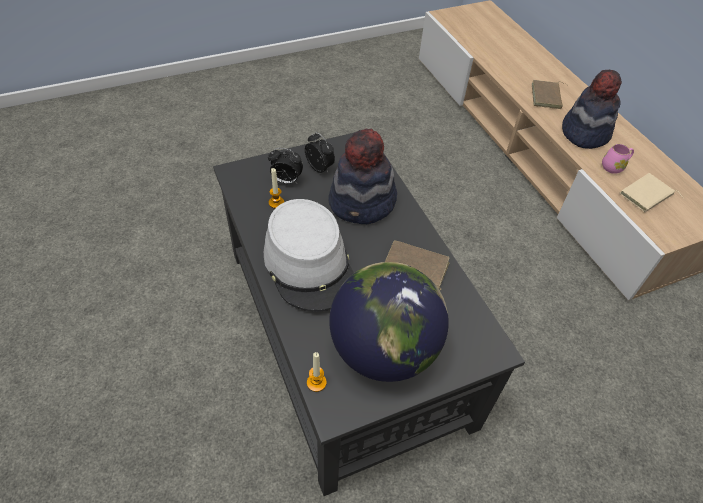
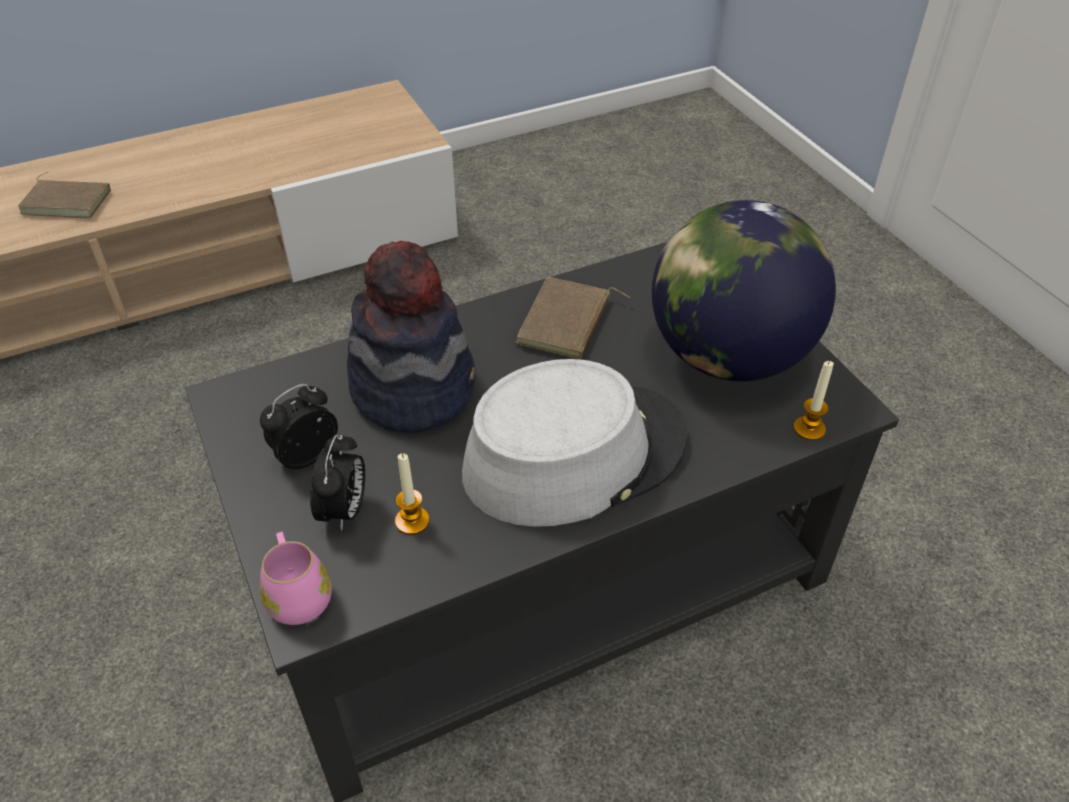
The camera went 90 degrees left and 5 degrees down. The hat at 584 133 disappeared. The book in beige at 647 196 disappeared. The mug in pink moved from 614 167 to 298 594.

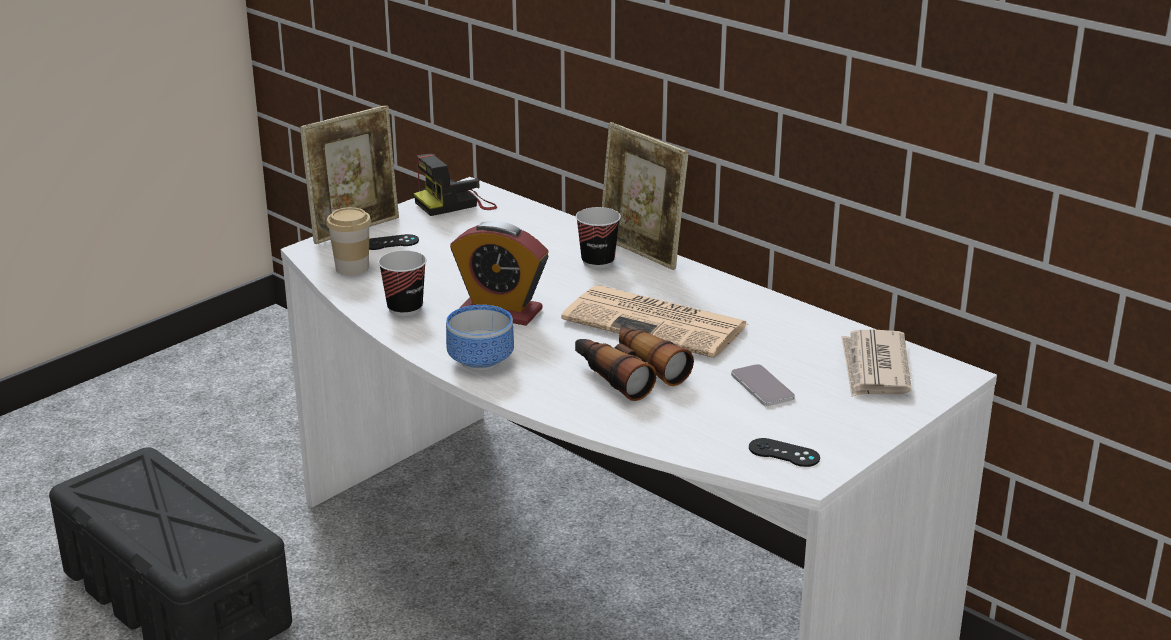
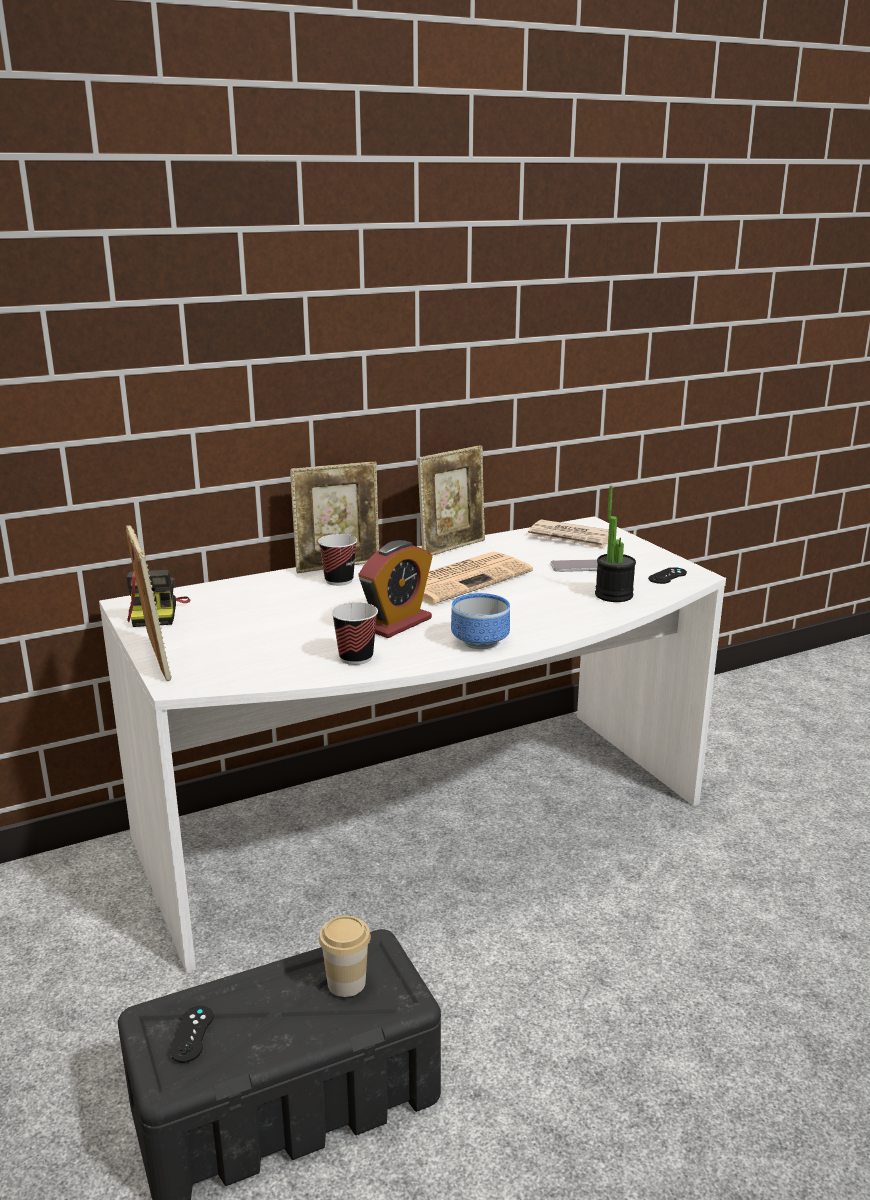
The camera went 70 degrees left and 5 degrees down. The binoculars at 628 373 disappeared. The picture frame at 452 548 appeared. The potted plant at 614 595 appeared. The cup moved from 352 268 to 346 983. The game controller in black moved from 390 243 to 192 1034.

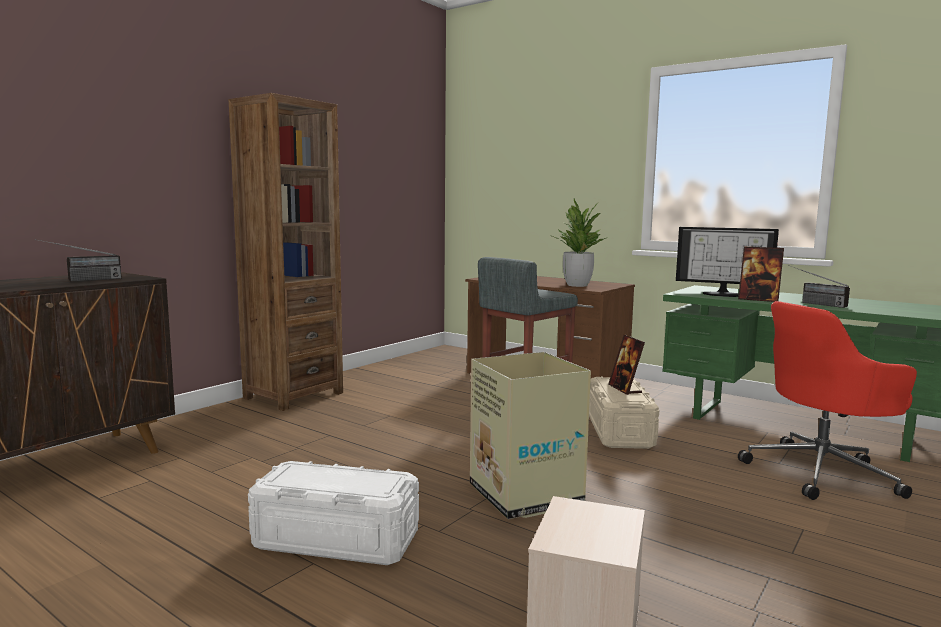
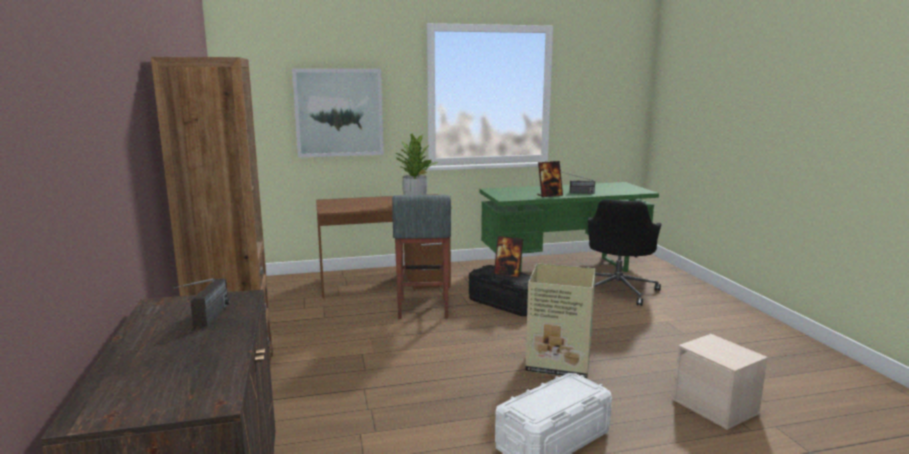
The camera went 50 degrees left and 5 degrees up. The monitor at 723 294 disappeared. The picture at 339 112 appeared. The storage box in beige at 619 430 became the storage box in black at 505 303. The office chair in red at 822 472 became the office chair in black at 618 290.

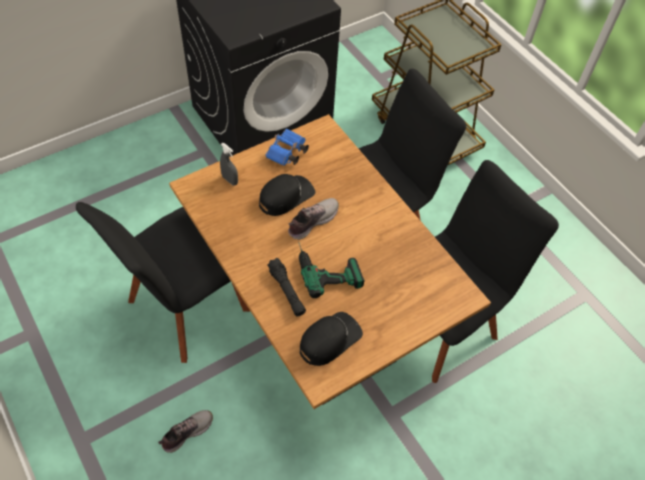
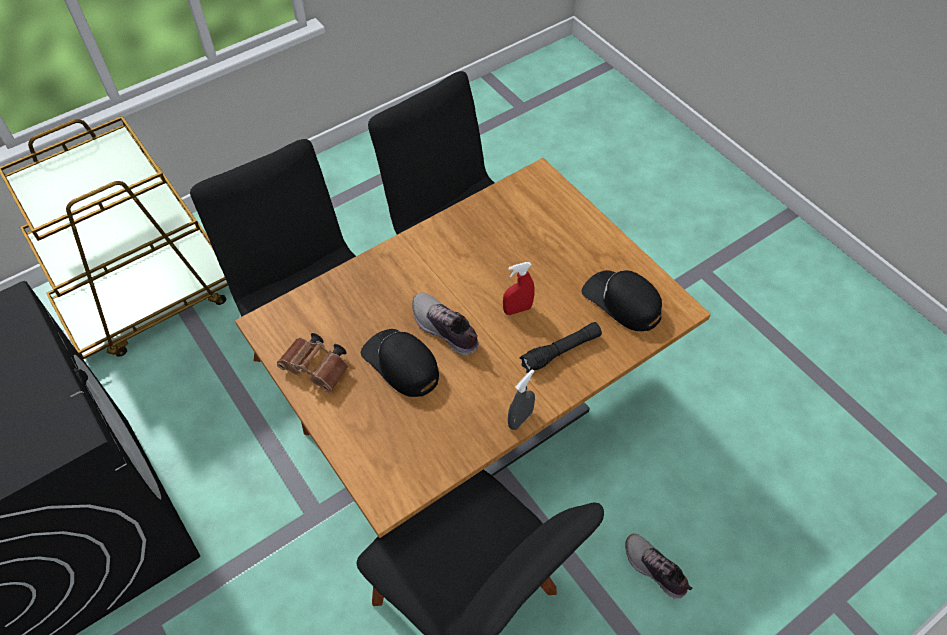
The camera went 90 degrees left and 0 degrees up. The spray bottle in grey moved from 230 180 to 520 419. The power drill at 327 267 was replaced by the spray bottle in red at 517 309. The binoculars in blue at 287 154 became the binoculars in brown at 318 369.

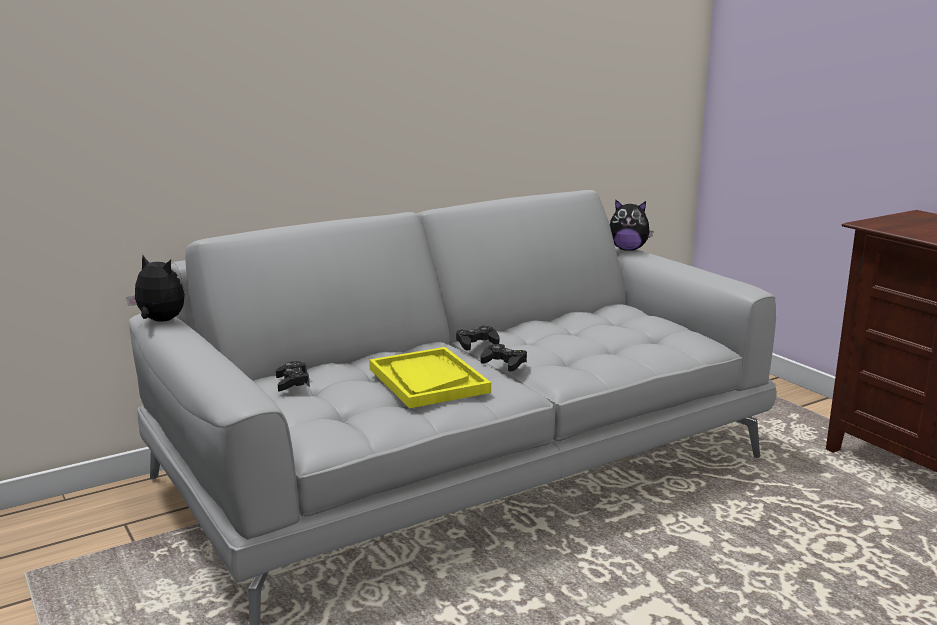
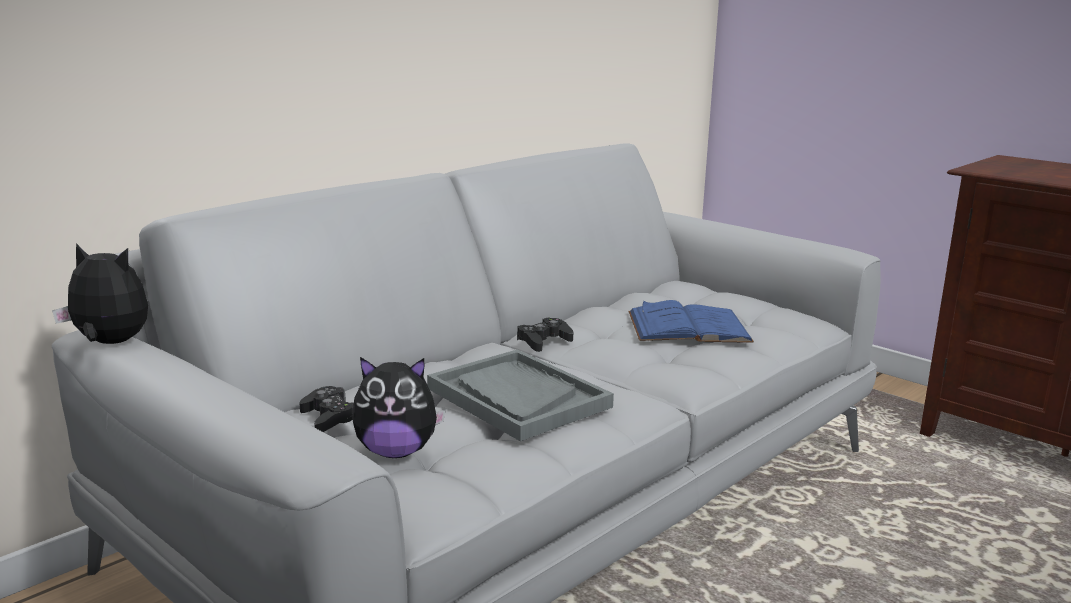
The camera went 15 degrees left and 0 degrees up. The game controller in black at 504 363 disappeared. The book in blue at 688 326 appeared. The plush toy moved from 628 249 to 396 452. The tray in yellow at 428 380 became the tray in grey at 517 398.

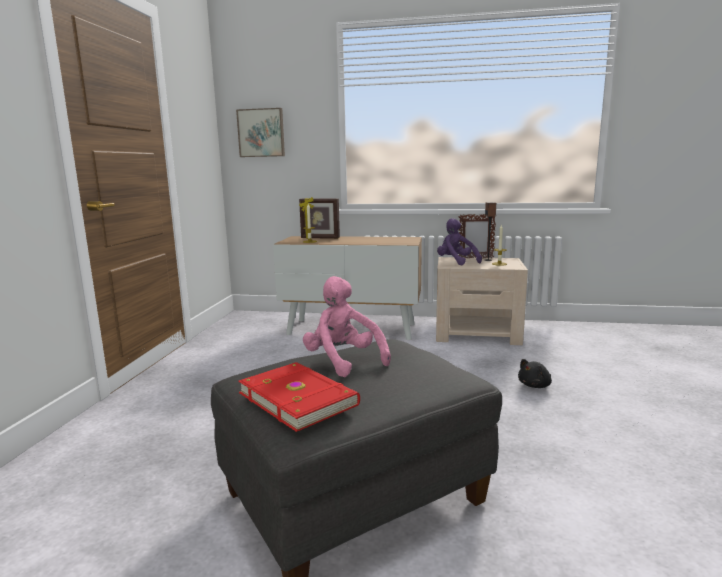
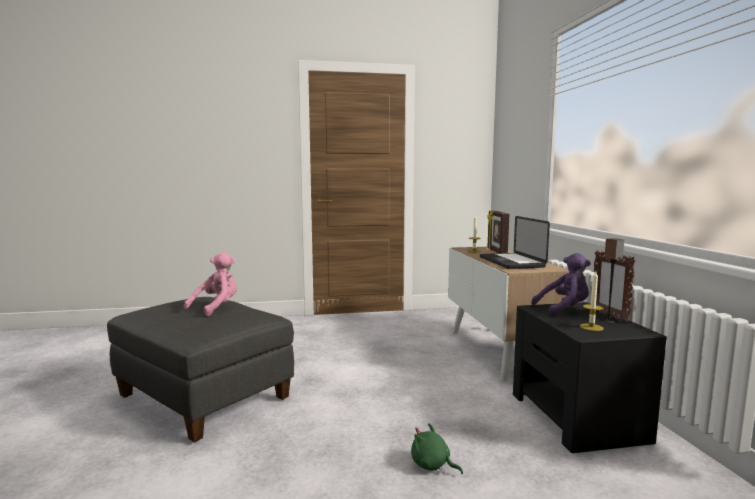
The camera went 70 degrees right and 5 degrees down. The picture at 261 133 disappeared. The book in red at 299 398 disappeared. The laptop at 511 262 appeared. The nightstand in beige at 477 333 became the nightstand in black at 577 417. The plush toy in black at 535 385 became the plush toy in green at 432 465. The plush toy in purple at 456 262 turned 45 degrees clockwise.

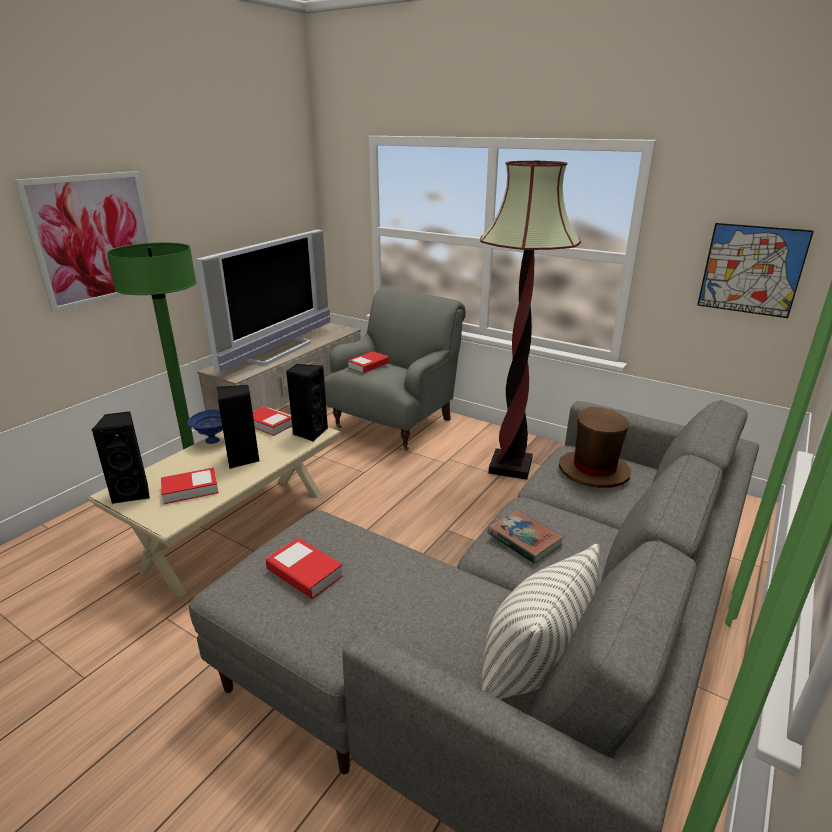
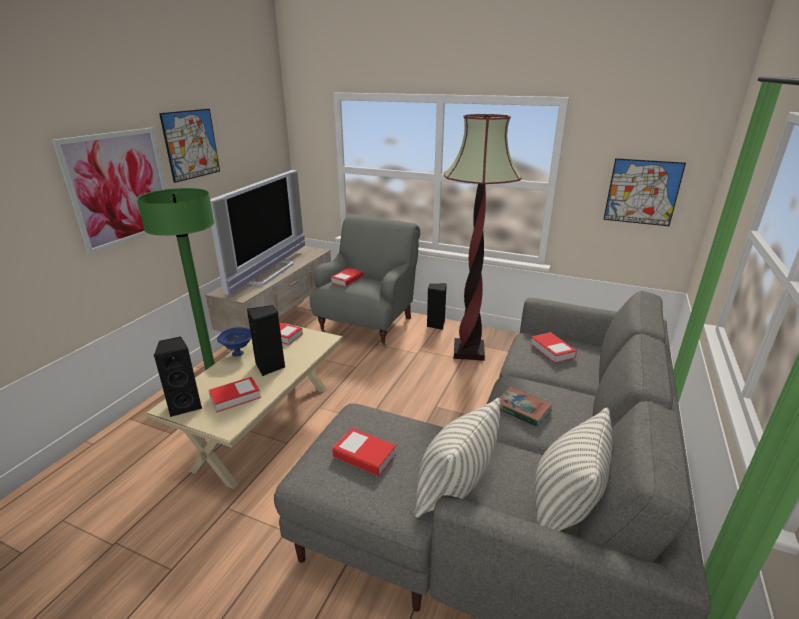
The camera went 10 degrees left and 0 degrees up. The picture at 191 144 appeared. The pillow at 453 490 appeared. The speaker in black moved from 309 432 to 435 324. The hat in brown at 593 471 was replaced by the book at 552 350.

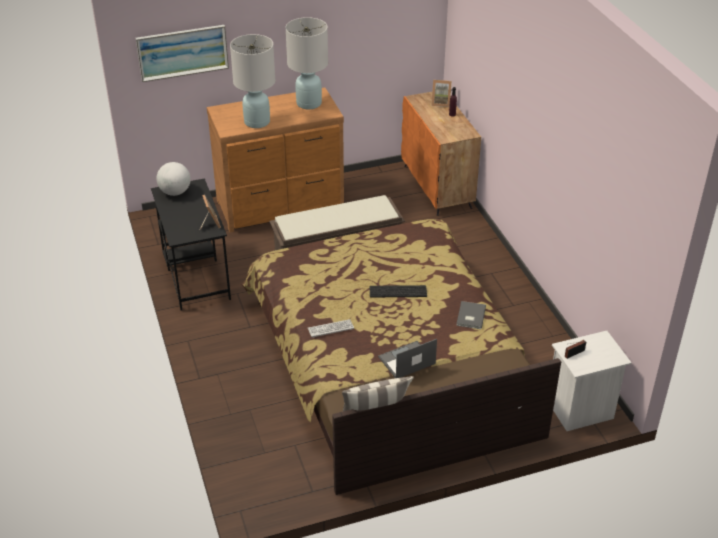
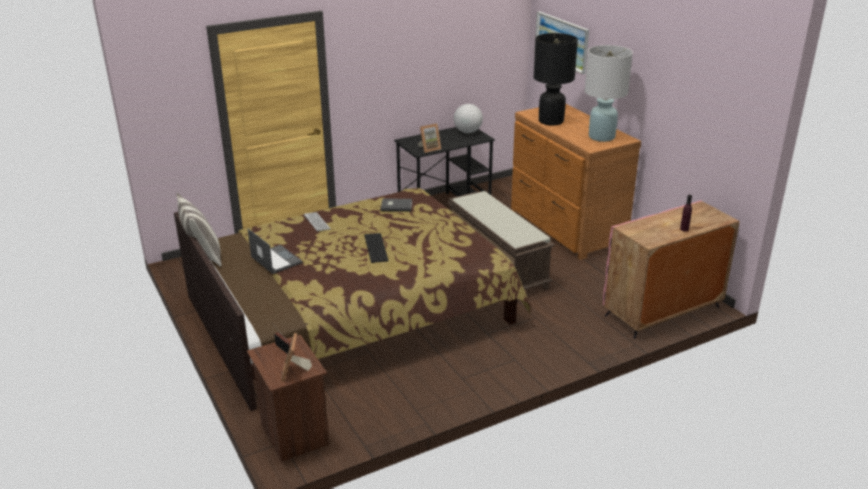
The camera went 80 degrees right and 10 degrees down. The picture frame moved from 441 103 to 294 372. The book in grey moved from 470 316 to 396 206. The table lamp in white at 257 122 became the table lamp in black at 550 121. The cabinet in orange at 437 187 became the cabinet in pink at 662 311. The nightstand in white at 580 411 became the nightstand in brown at 293 435.

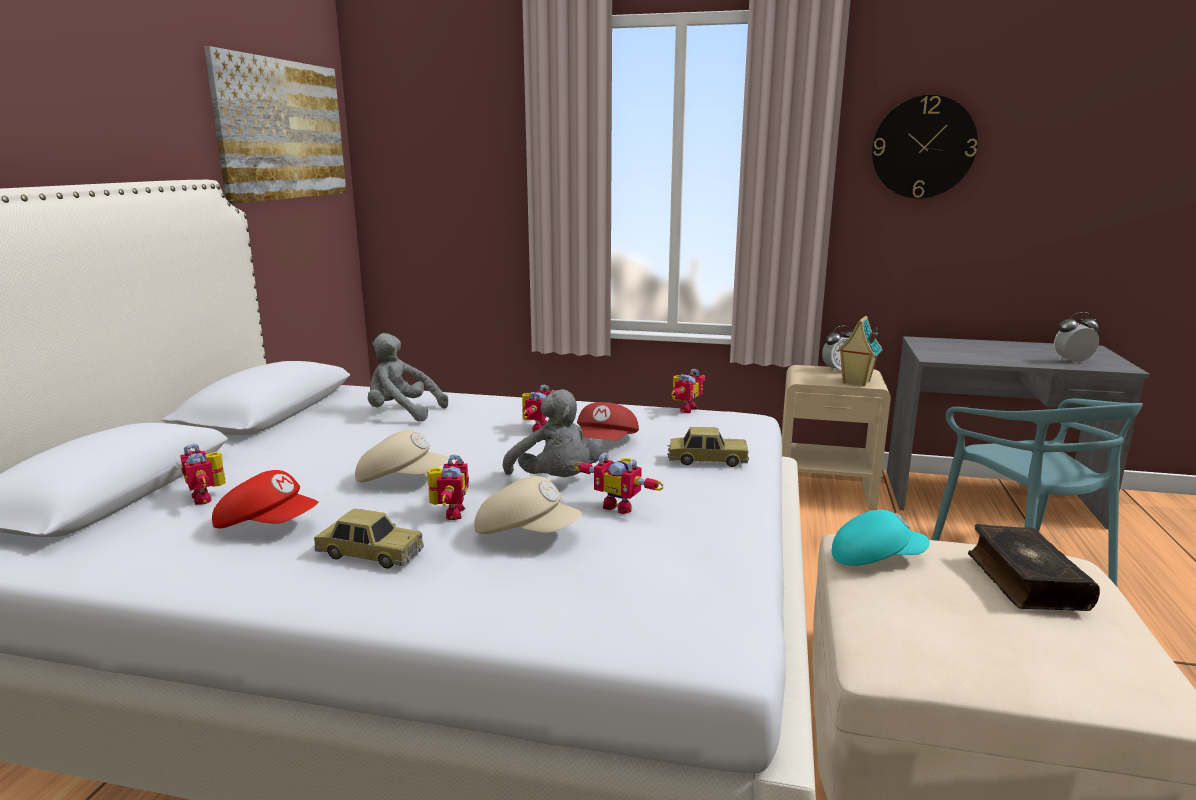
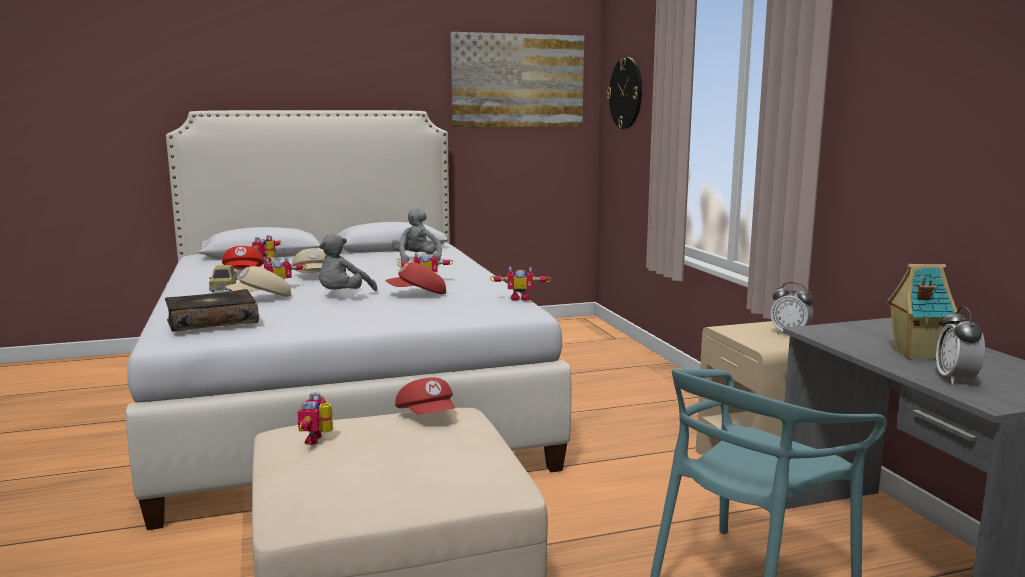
The camera went 60 degrees right and 5 degrees down. The toy car at 707 460 disappeared. The toy robot moved from 620 506 to 318 439. The toy house moved from 855 382 to 914 354. The wall clock moved from 923 147 to 626 93. The book moved from 1024 580 to 212 322. The cap in turquoise at 875 558 became the cap in red at 427 416. The cap in beige at 527 533 turned 60 degrees clockwise. The alarm clock at 1072 362 turned 135 degrees counterclockwise.

